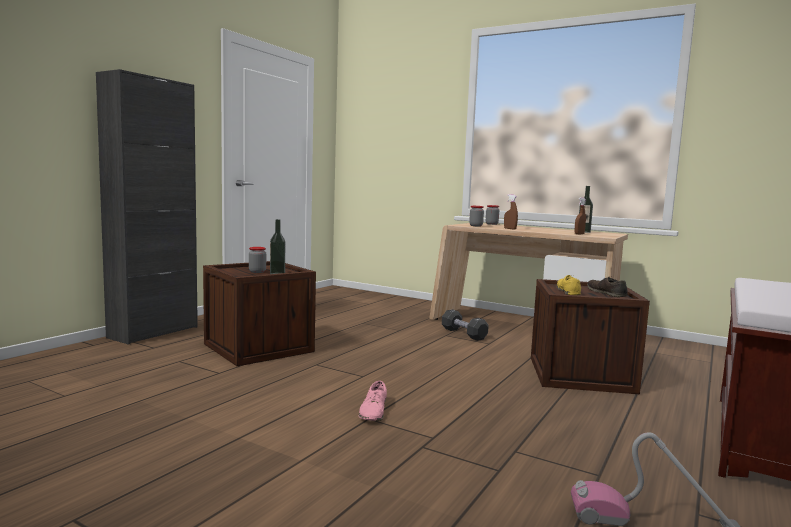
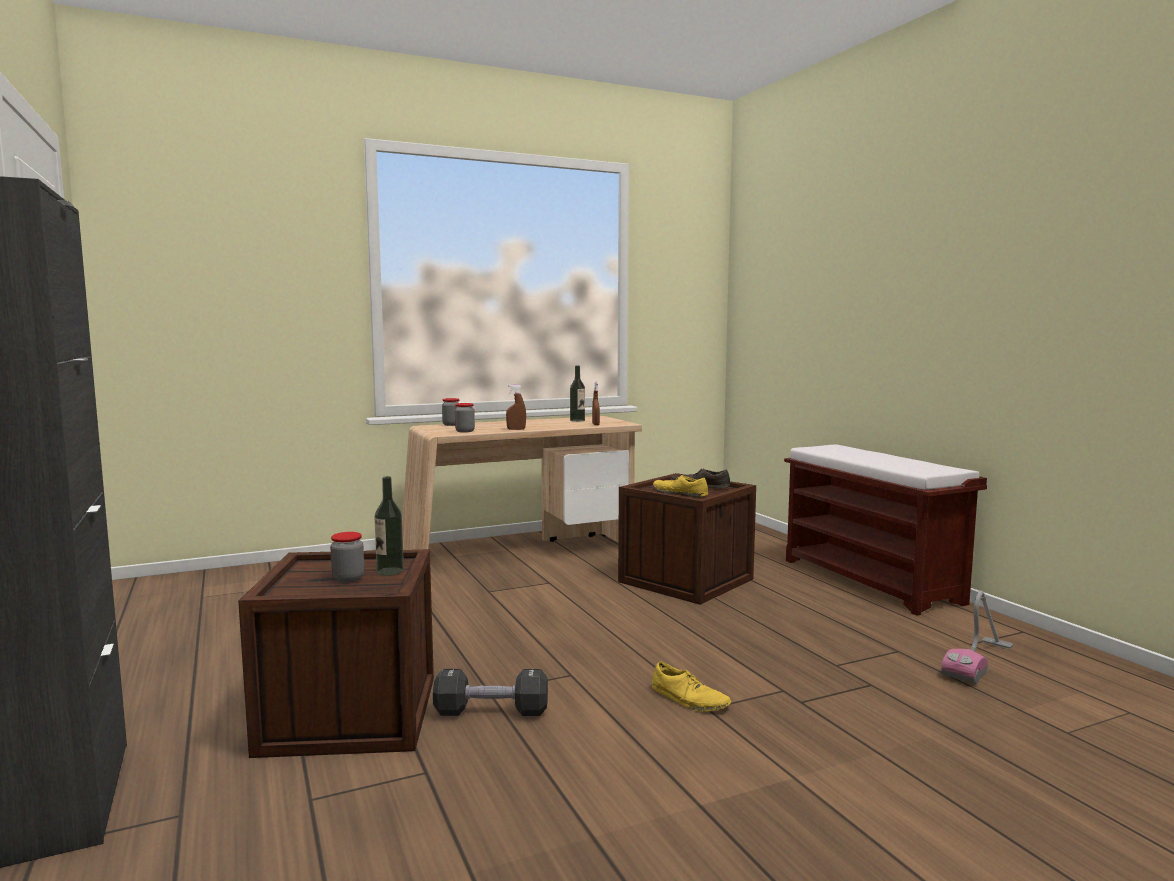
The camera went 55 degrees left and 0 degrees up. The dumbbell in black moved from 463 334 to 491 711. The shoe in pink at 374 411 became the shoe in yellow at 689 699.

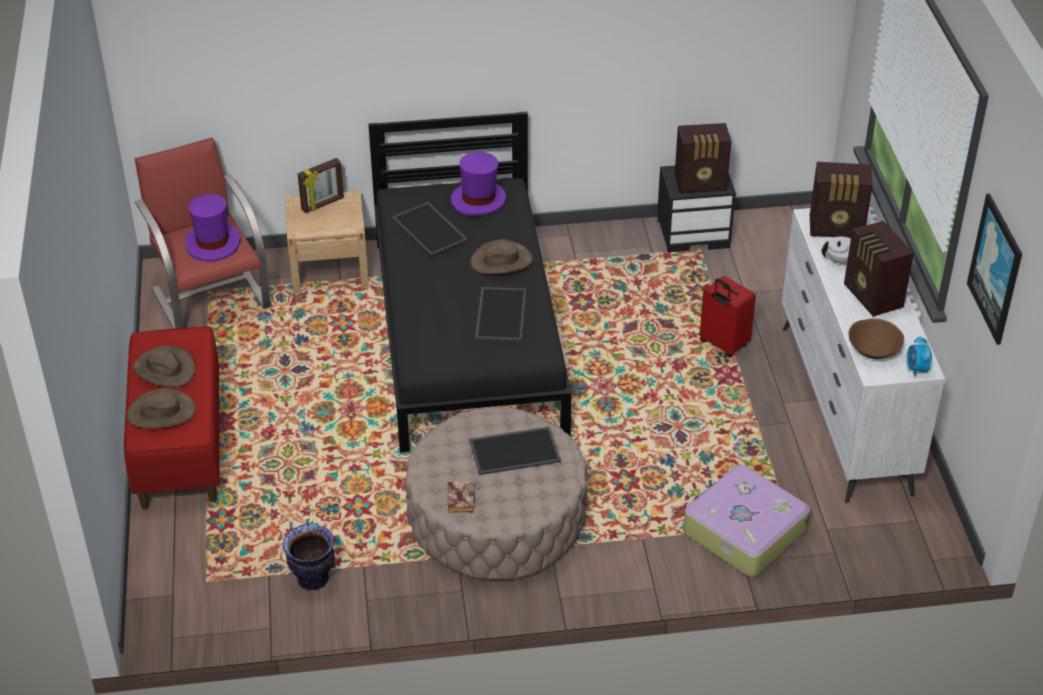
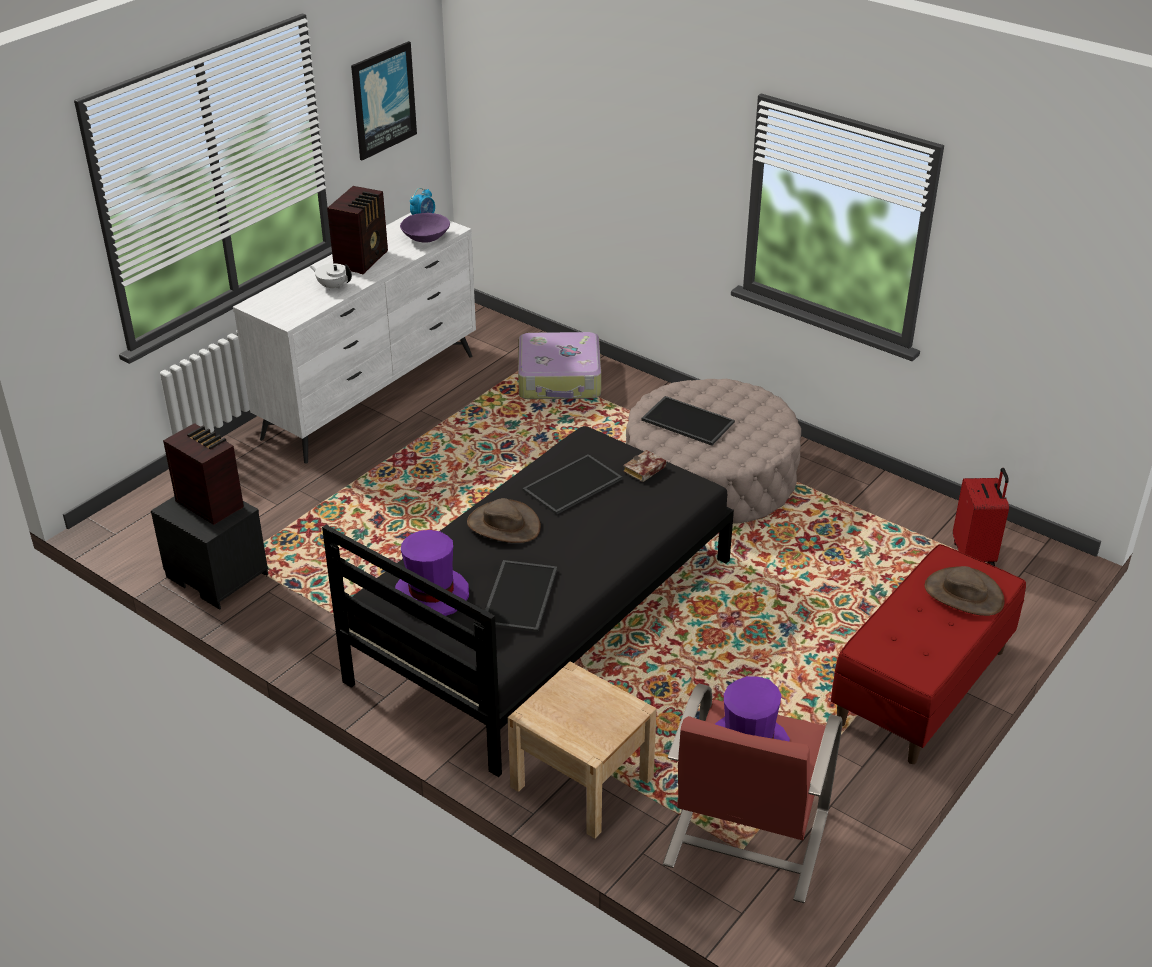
The camera went 135 degrees left and 5 degrees down. The hat in brown at 164 369 disappeared. The vase at 313 579 disappeared. The picture frame at 323 204 disappeared. The radio at 837 228 disappeared. The book moved from 459 499 to 644 471. The suitcase in red moved from 722 344 to 974 555. The bowl in brown at 873 349 became the bowl in purple at 425 238.

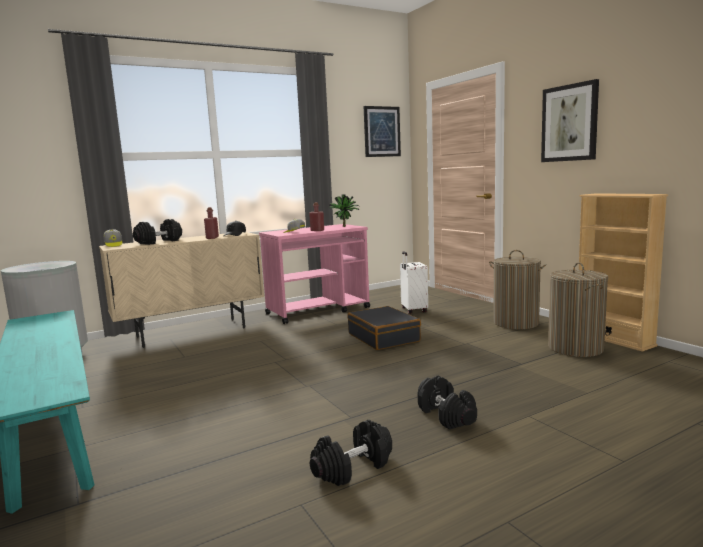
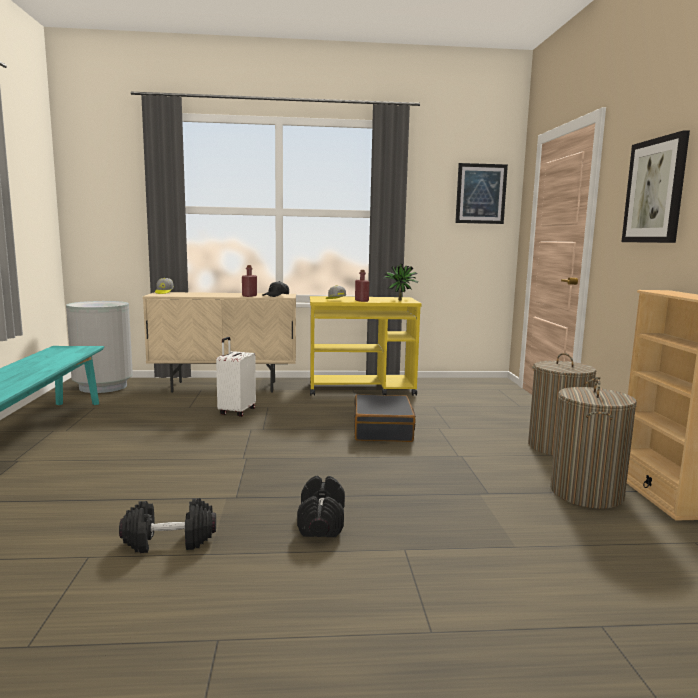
The camera went 25 degrees right and 0 degrees up. The dumbbell in black at 159 242 disappeared. The suitcase in white moved from 413 310 to 236 411. The cart in pink at 318 310 became the cart in yellow at 362 389.

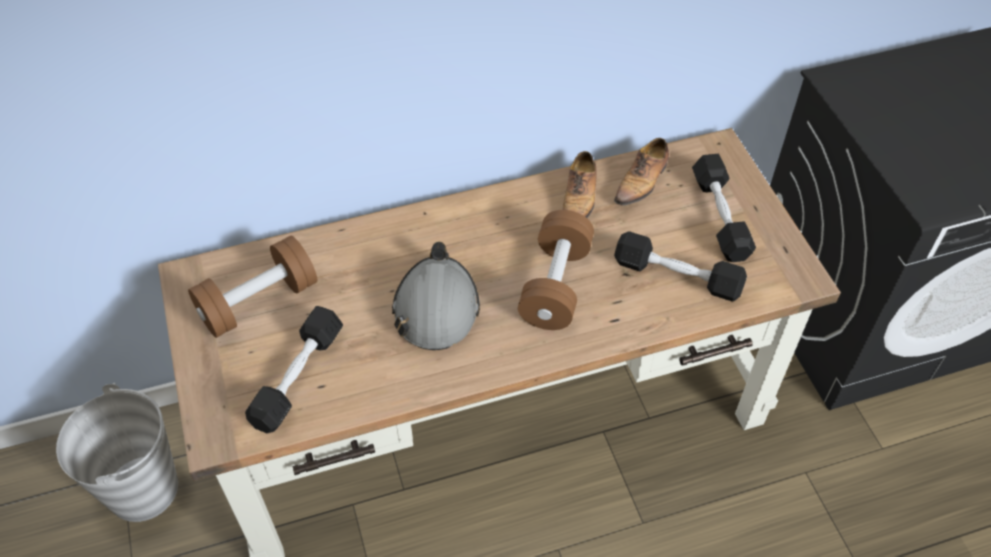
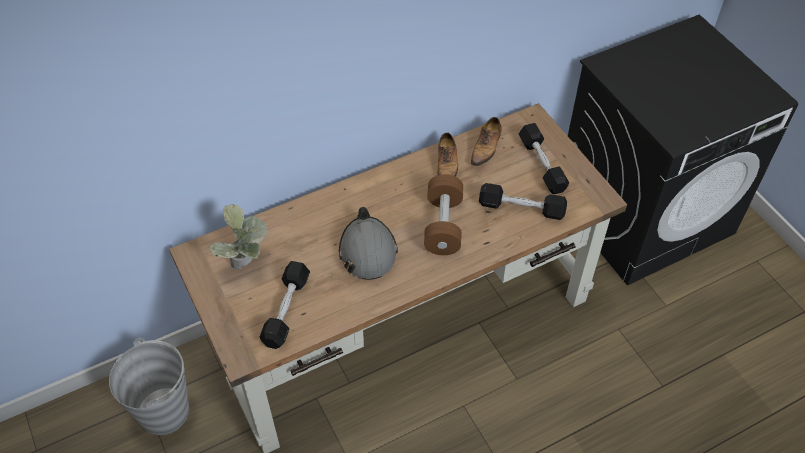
The camera went 10 degrees left and 0 degrees up. The dumbbell in brown at 259 302 was replaced by the potted plant at 246 264.

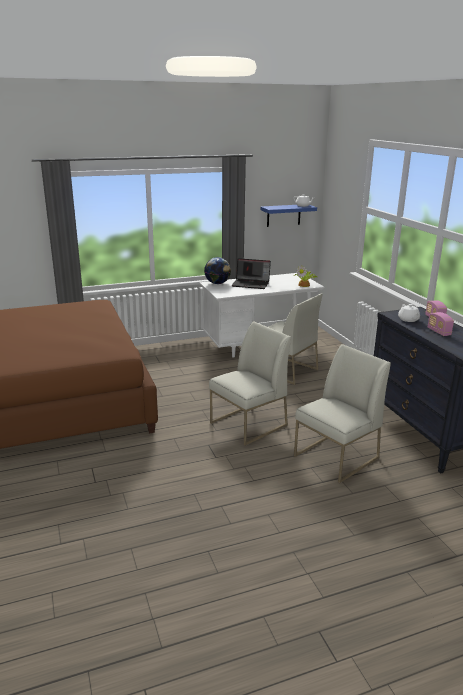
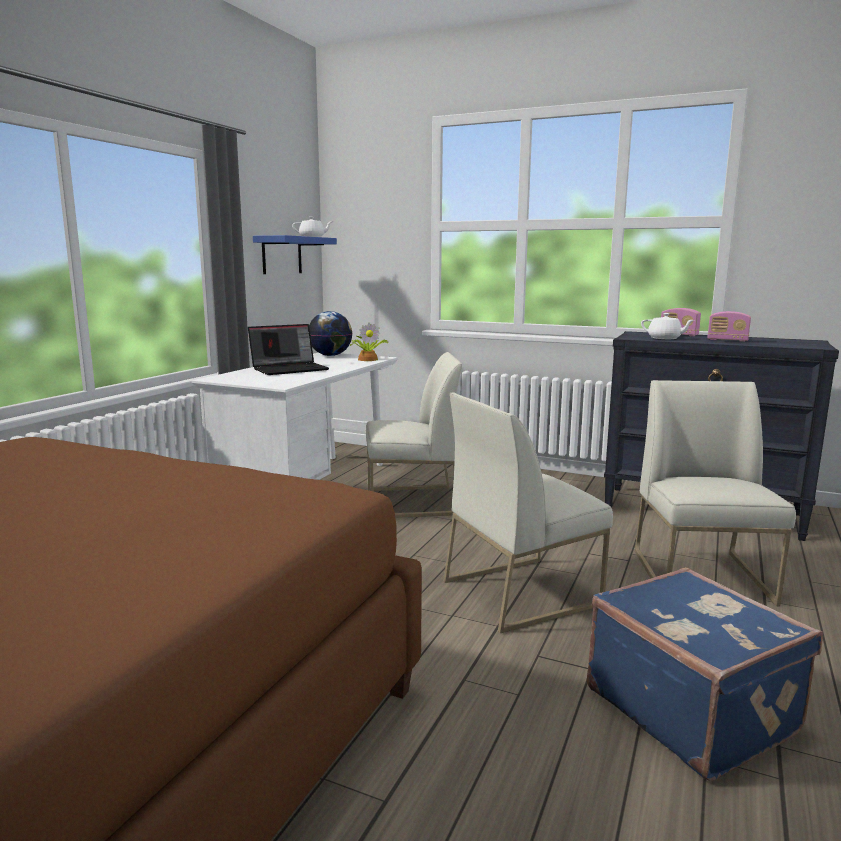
The camera went 45 degrees left and 10 degrees down. The suitcase in blue at 691 709 appeared. The globe moved from 217 283 to 330 355. The chair in white at 248 424 turned 120 degrees counterclockwise.

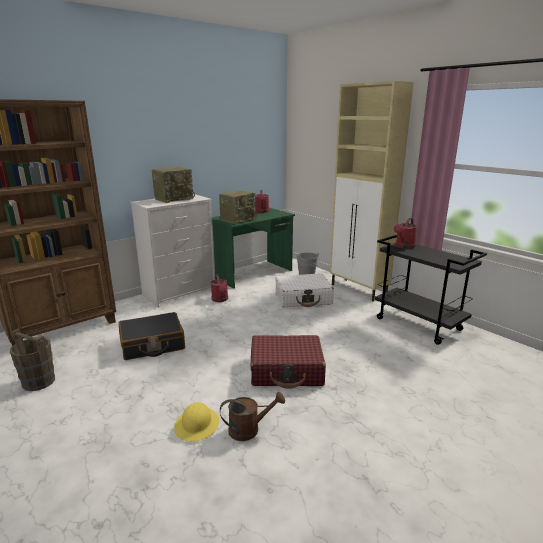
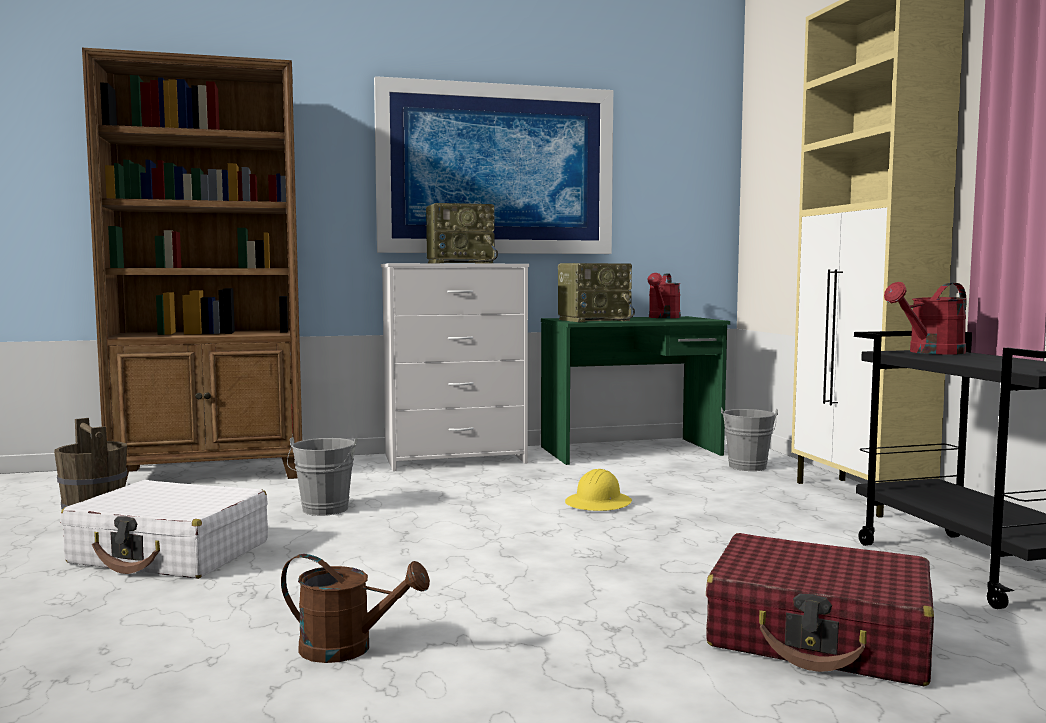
The camera went 25 degrees right and 15 degrees down. The watering can in red at 220 300 disappeared. The picture at 496 170 appeared. The hard hat in yellow moved from 197 425 to 599 503. The suitcase in red moved from 287 370 to 820 637. The suitcase in white moved from 303 298 to 170 553. The suitcase in black at 152 344 was replaced by the bucket in grey at 323 511.

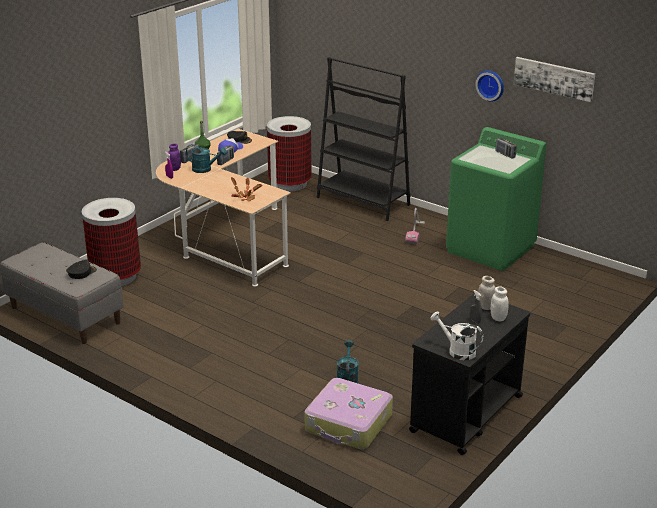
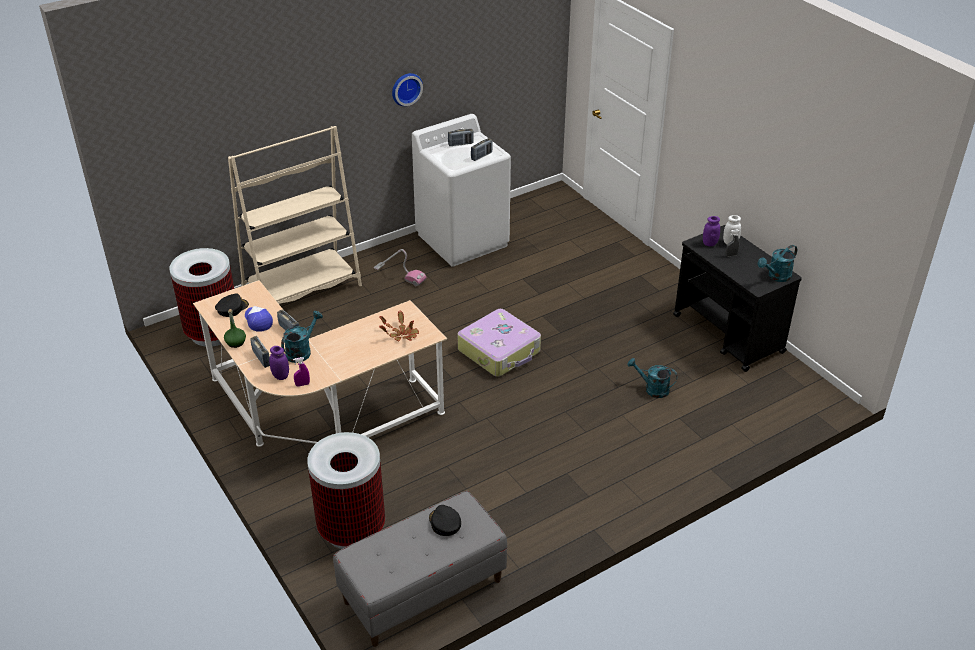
The camera went 70 degrees left and 10 degrees up. The picture at 554 78 disappeared. The radio at 481 156 appeared. The suitcase moved from 348 424 to 500 351. The bookcase in black at 363 201 became the bookcase in beige at 303 290. The watering can in white at 457 351 became the watering can in turquoise at 776 277. The washing machine in green at 491 249 became the washing machine in white at 463 240. The jar in white at 485 307 became the jar in purple at 709 243.

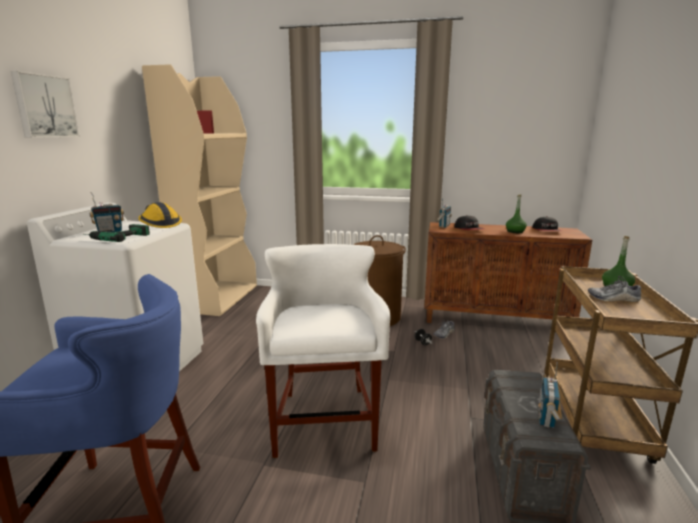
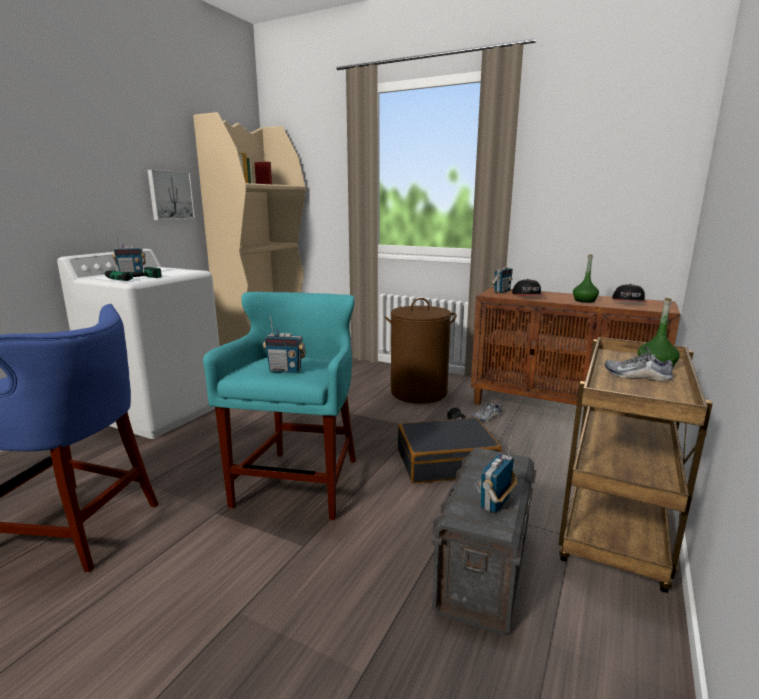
The camera went 15 degrees right and 0 degrees up. The hard hat at 159 224 disappeared. The radio at 285 370 appeared. The suitcase in black at 445 462 appeared. The picture moved from 45 106 to 170 195. The stool in white at 324 422 became the stool in turquoise at 299 484.

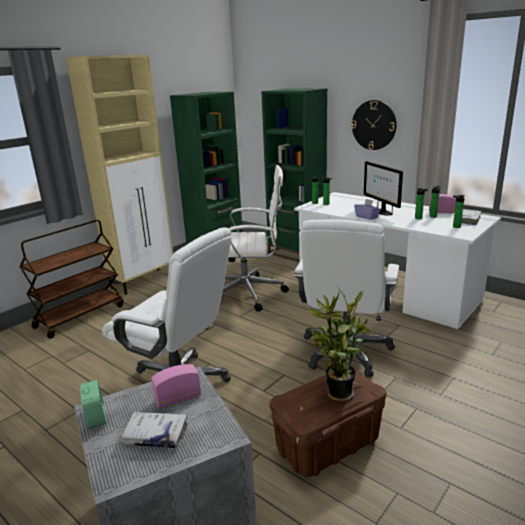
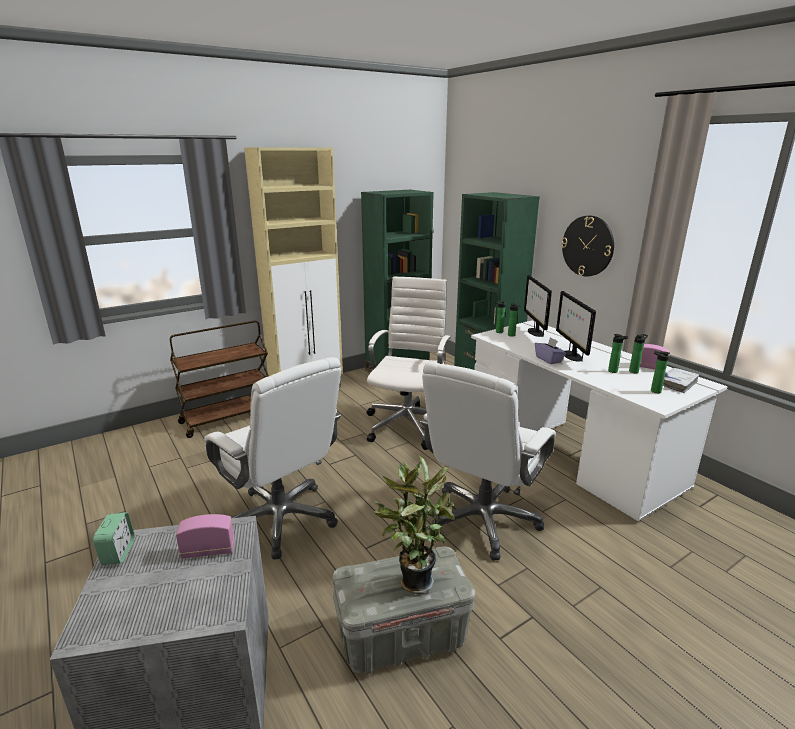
The camera went 15 degrees right and 0 degrees up. The book in white at 155 435 disappeared. The monitor at 535 332 appeared. The storage box in brown at 327 446 became the storage box in grey at 401 638. The office chair in white at 249 293 turned 90 degrees counterclockwise.

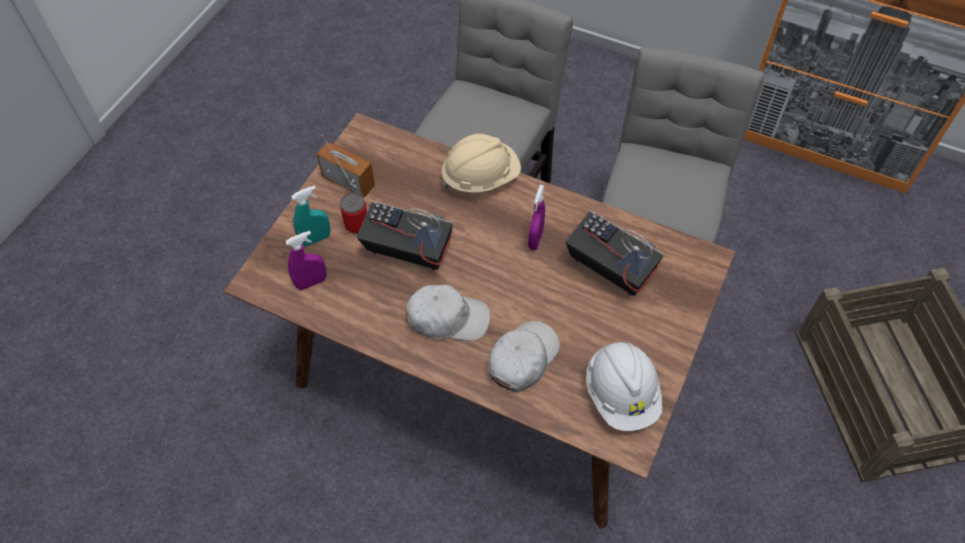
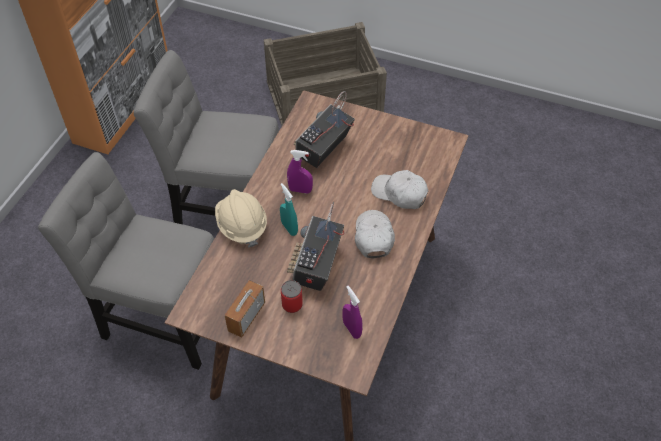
The camera went 95 degrees left and 5 degrees down. The hard hat in white at 621 394 disappeared. The spray bottle in turquoise moved from 316 239 to 289 228.

